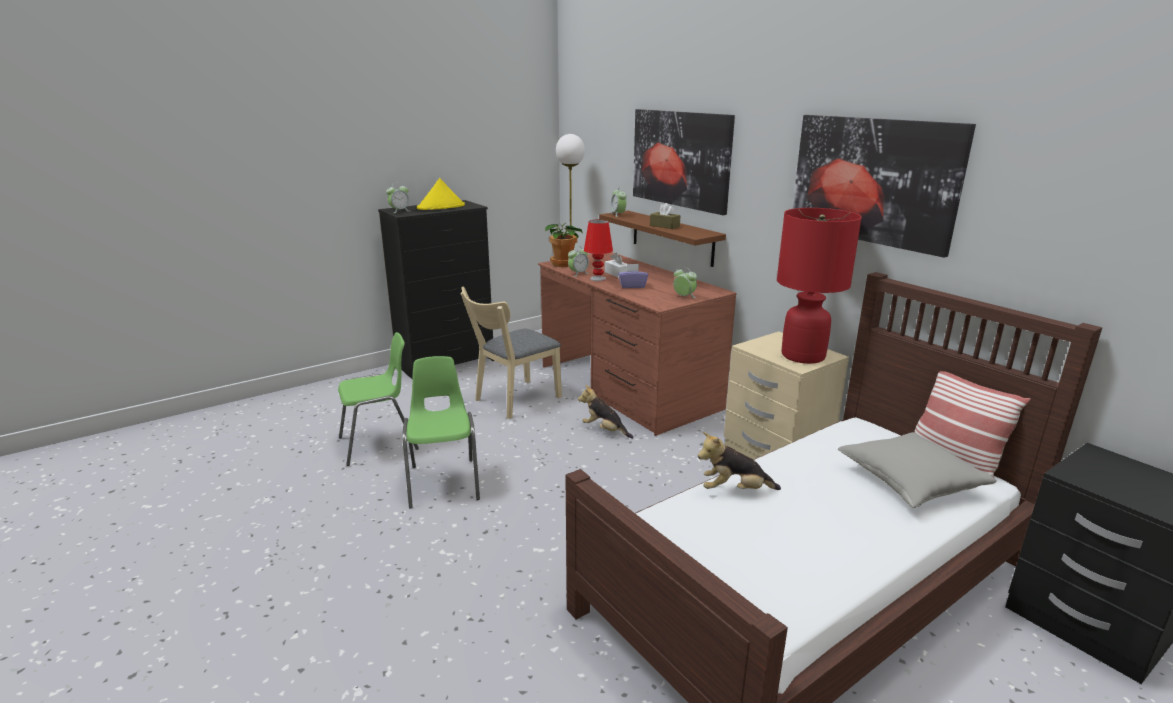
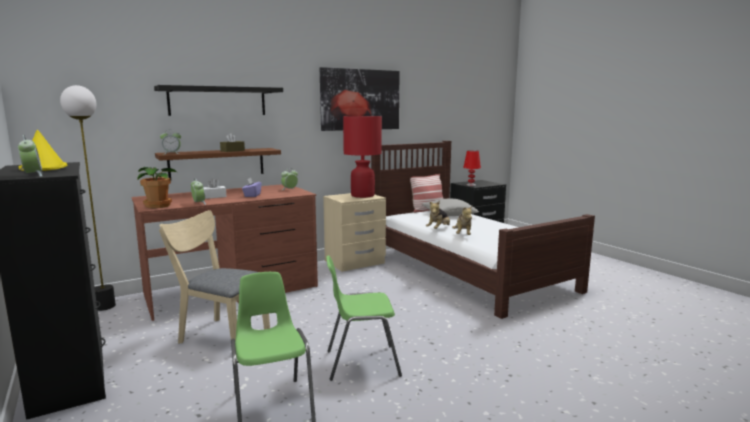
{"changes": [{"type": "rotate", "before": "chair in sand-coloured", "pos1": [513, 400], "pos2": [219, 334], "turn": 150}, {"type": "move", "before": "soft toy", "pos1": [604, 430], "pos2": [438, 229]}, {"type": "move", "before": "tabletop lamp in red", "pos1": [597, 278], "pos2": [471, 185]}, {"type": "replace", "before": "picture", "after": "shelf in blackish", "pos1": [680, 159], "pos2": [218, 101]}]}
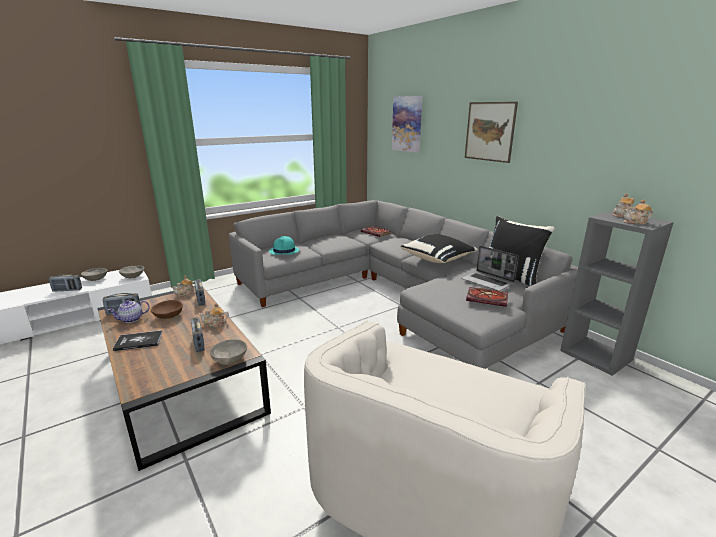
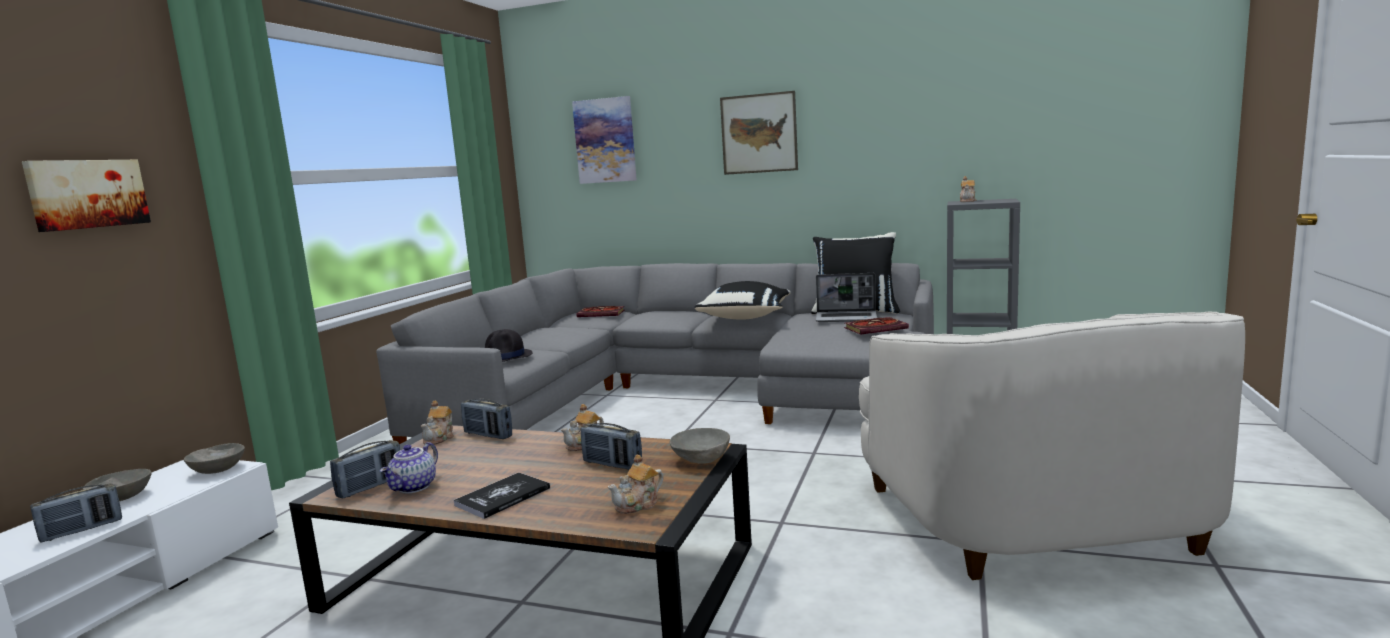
{"changes": [{"type": "delete", "before": "bowl in brown", "pos1": [169, 316]}, {"type": "recolor", "before": "wearable hat in turquoise", "after": "wearable hat in blackish", "pos1": [284, 251], "pos2": [505, 357]}, {"type": "move", "before": "tea pot", "pos1": [635, 222], "pos2": [638, 504]}, {"type": "insert", "after": "picture", "pos2": [87, 194]}]}
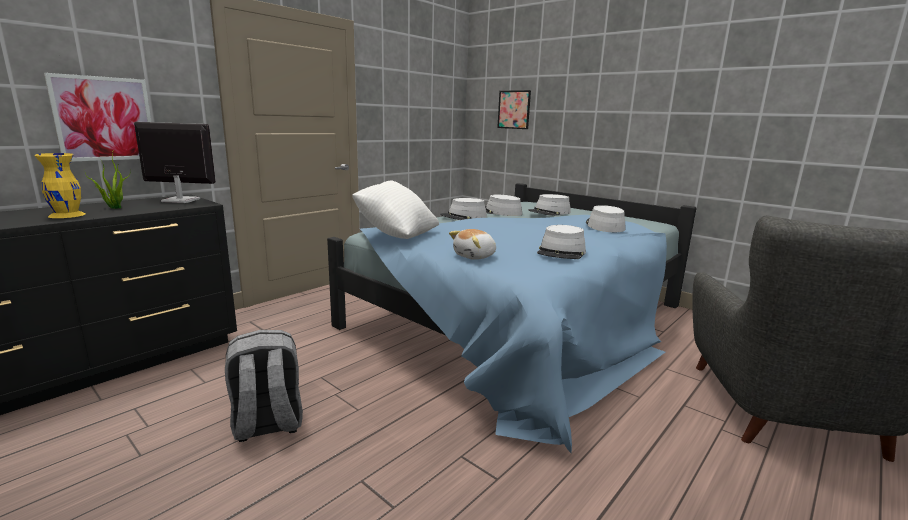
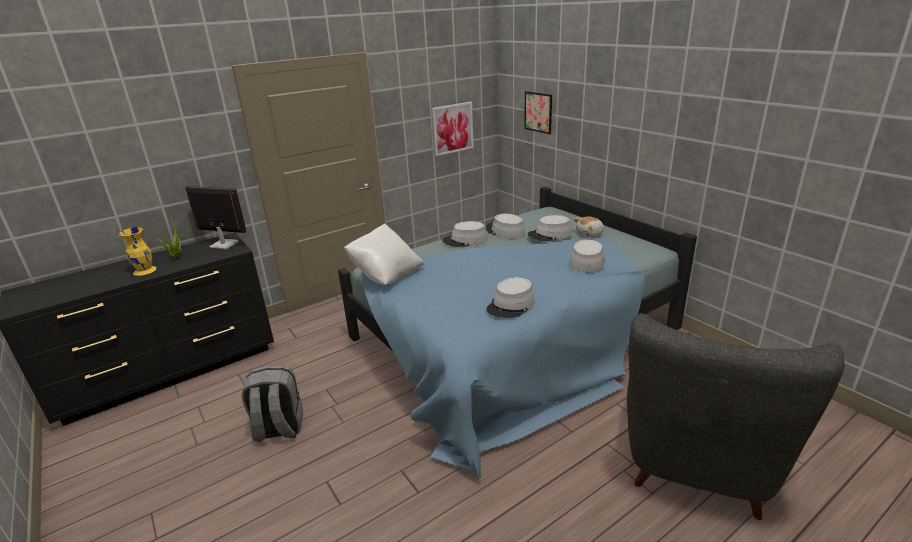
{"changes": [{"type": "move", "before": "picture", "pos1": [104, 119], "pos2": [452, 128]}, {"type": "move", "before": "soft toy", "pos1": [475, 256], "pos2": [590, 234]}]}
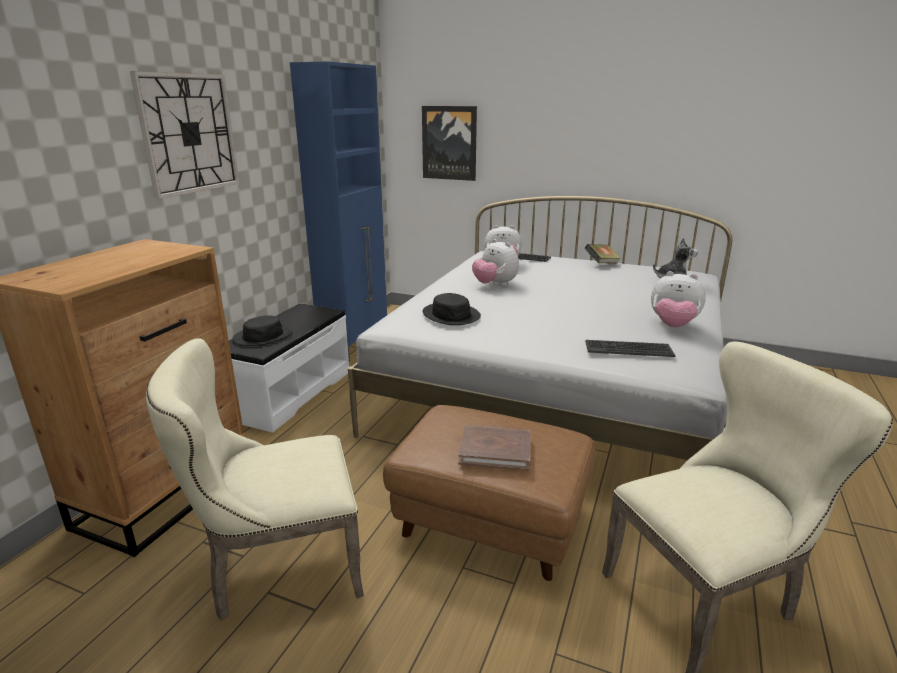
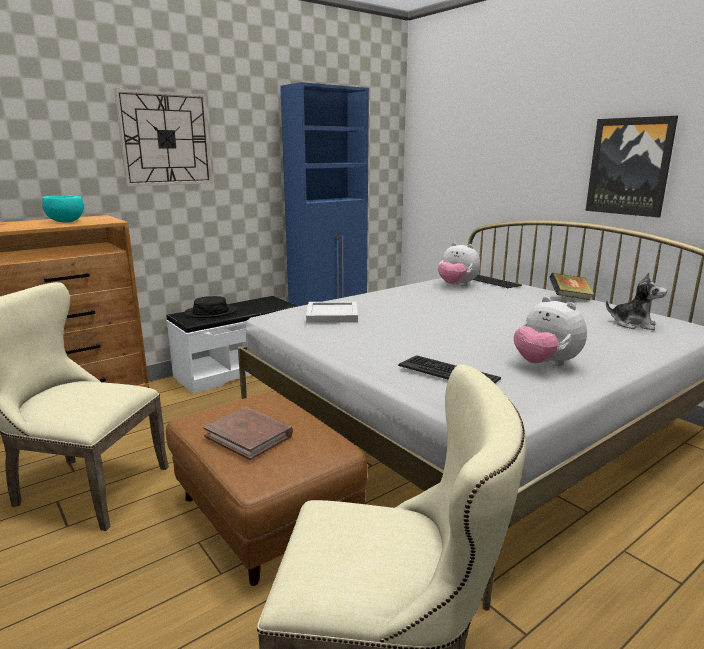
{"changes": [{"type": "move", "before": "picture", "pos1": [449, 143], "pos2": [629, 166]}, {"type": "replace", "before": "wearable hat in blackish", "after": "serving tray in white-coloured", "pos1": [451, 315], "pos2": [333, 314]}, {"type": "delete", "before": "soft toy", "pos1": [495, 285]}, {"type": "insert", "after": "bowl in turquoise", "pos2": [66, 222]}]}
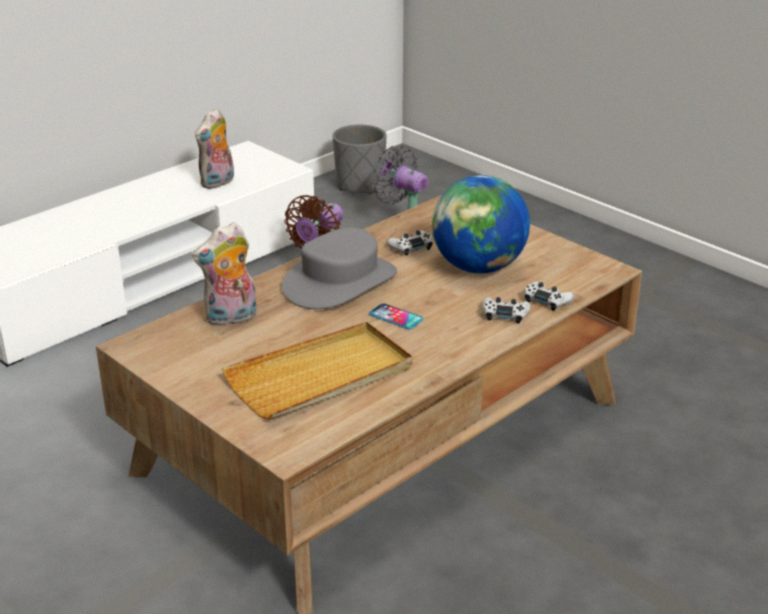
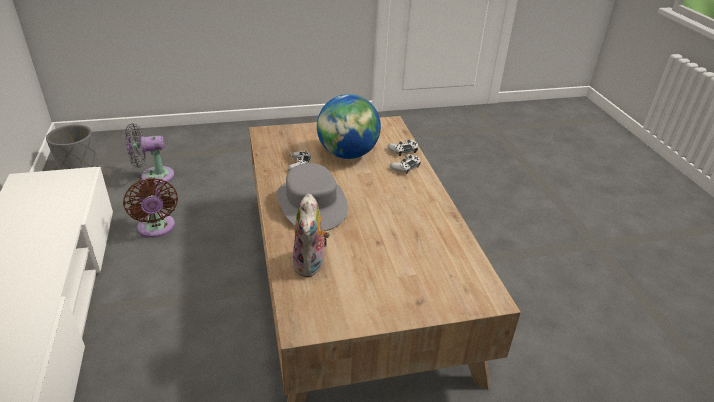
{"changes": [{"type": "delete", "before": "soft toy", "pos1": [218, 183]}, {"type": "delete", "before": "serving tray in sand-coloured", "pos1": [321, 376]}, {"type": "delete", "before": "phone", "pos1": [395, 317]}]}
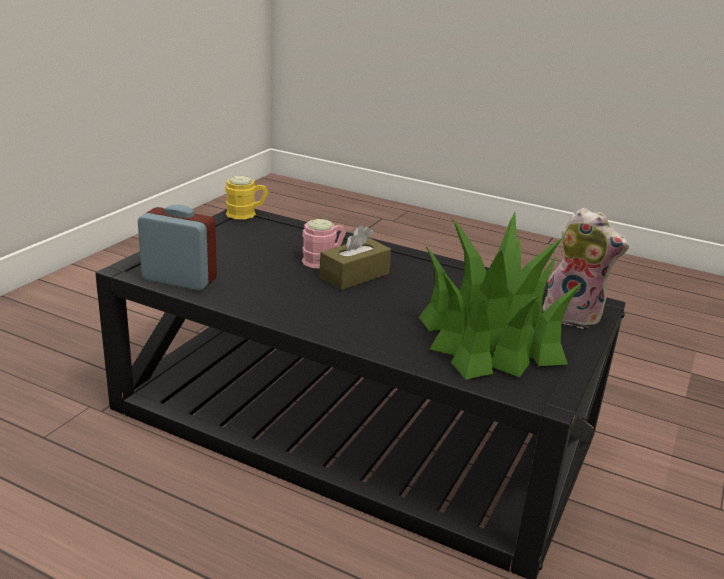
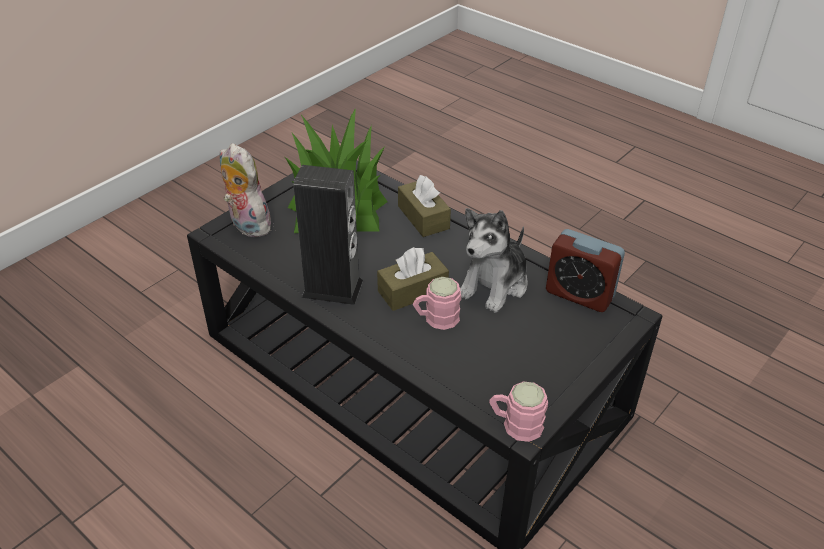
{"changes": [{"type": "recolor", "before": "coffee mug in yellowish", "after": "coffee mug in pinkish", "pos1": [247, 214], "pos2": [515, 424]}, {"type": "insert", "after": "audio speaker", "pos2": [332, 288]}, {"type": "insert", "after": "tissue box in brown", "pos2": [423, 217]}, {"type": "insert", "after": "soft toy", "pos2": [494, 285]}]}
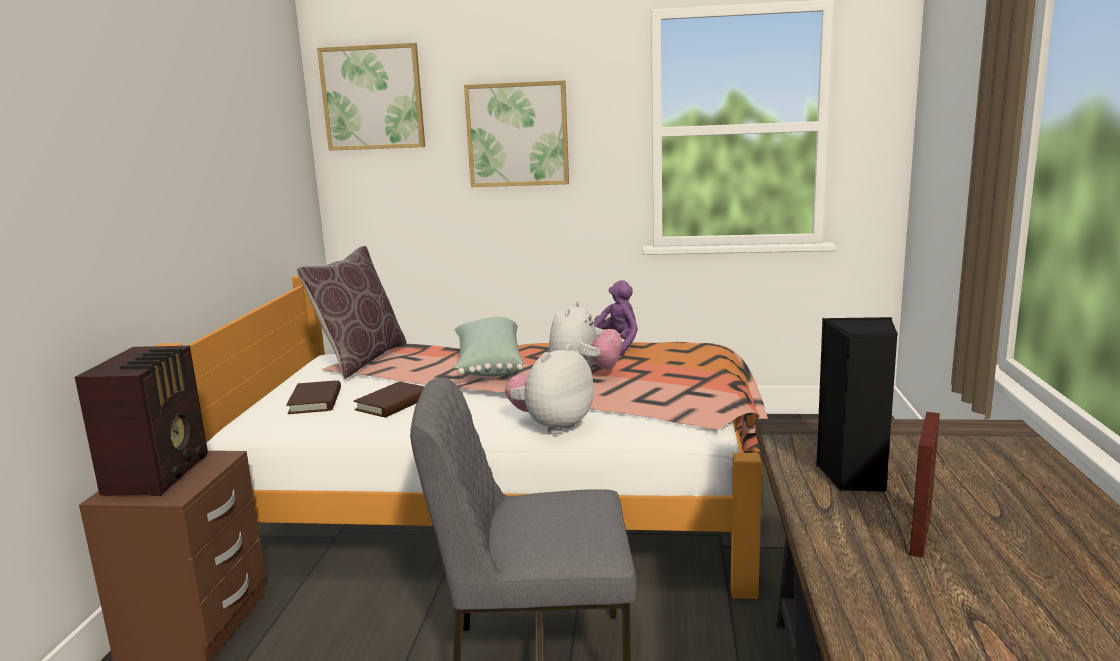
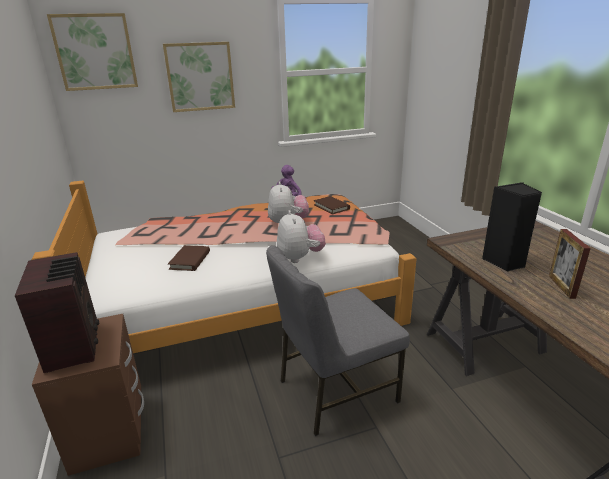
{"changes": [{"type": "move", "before": "volume in brown", "pos1": [315, 401], "pos2": [331, 207]}, {"type": "delete", "before": "throw pillow in brown", "pos1": [361, 359]}, {"type": "delete", "before": "throw pillow in greenish", "pos1": [488, 364]}, {"type": "rotate", "before": "soft toy", "pos1": [552, 426], "pos2": [300, 257], "turn": 150}]}
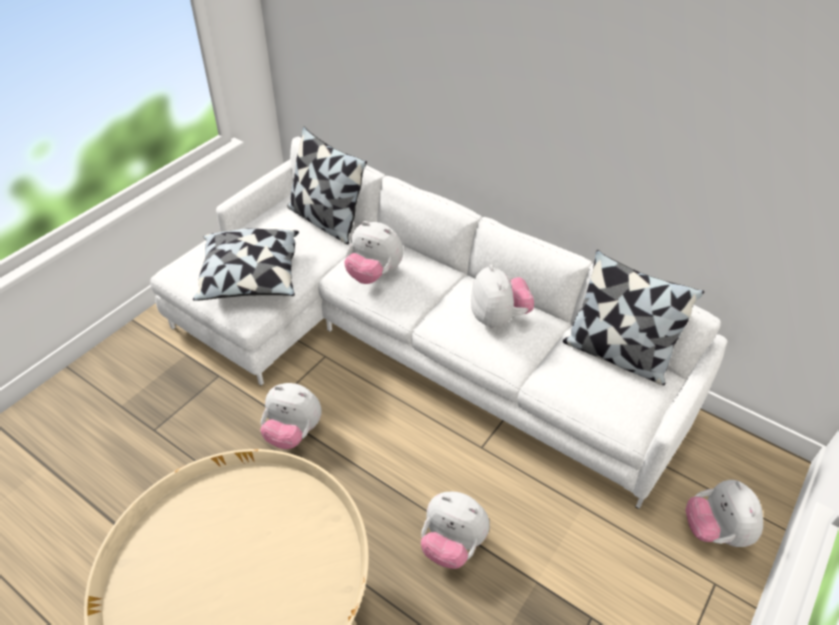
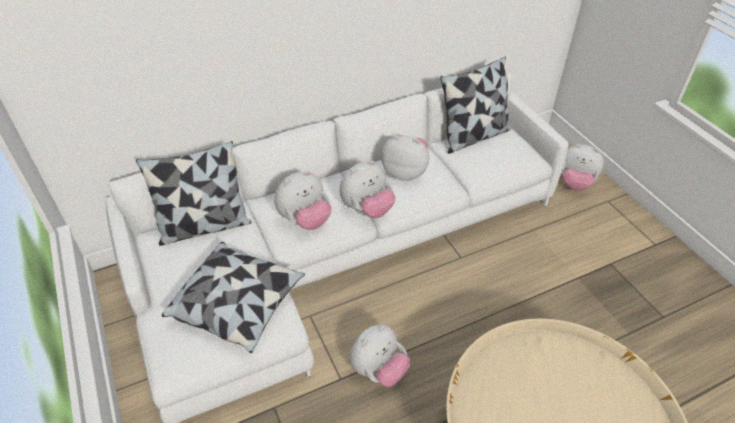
{"changes": [{"type": "move", "before": "soft toy", "pos1": [452, 544], "pos2": [367, 209]}]}
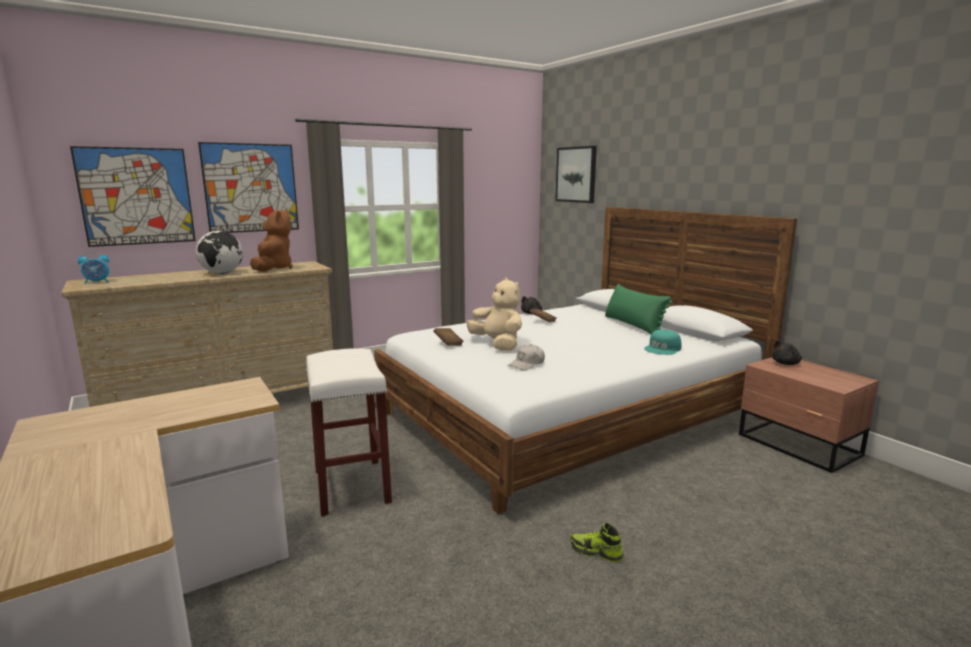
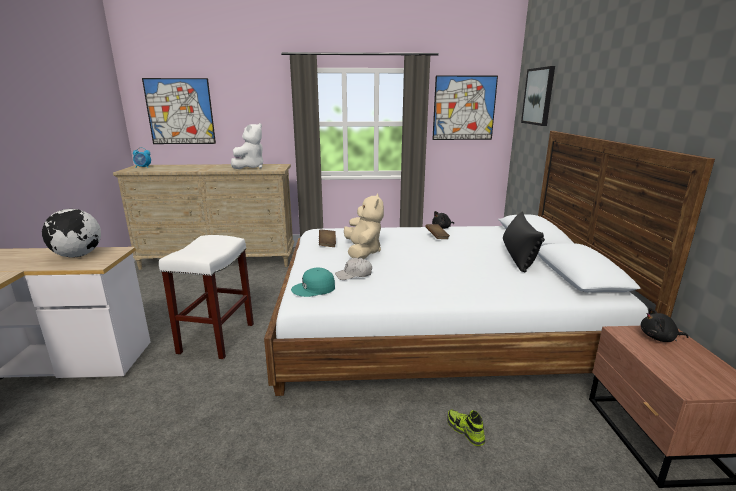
{"changes": [{"type": "move", "before": "desk globe", "pos1": [222, 273], "pos2": [78, 256]}, {"type": "move", "before": "picture", "pos1": [251, 188], "pos2": [464, 108]}, {"type": "recolor", "before": "soft toy in brown", "after": "soft toy in white-coloured", "pos1": [273, 269], "pos2": [250, 167]}, {"type": "move", "before": "shoe", "pos1": [596, 552], "pos2": [465, 431]}, {"type": "recolor", "before": "throw pillow in greenish", "after": "throw pillow in blackish", "pos1": [633, 325], "pos2": [518, 256]}, {"type": "move", "before": "baseball cap in turquoise", "pos1": [663, 349], "pos2": [314, 288]}]}
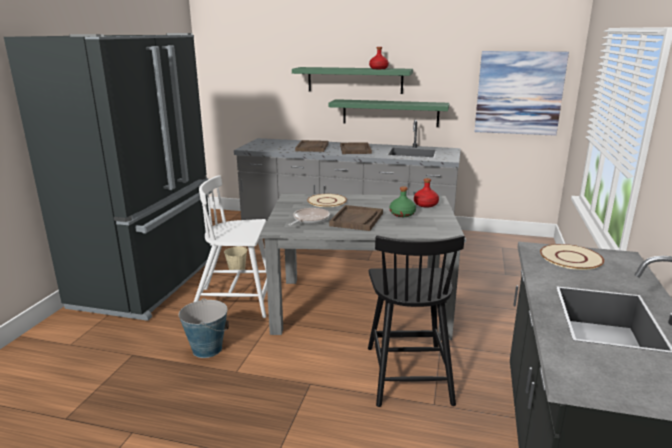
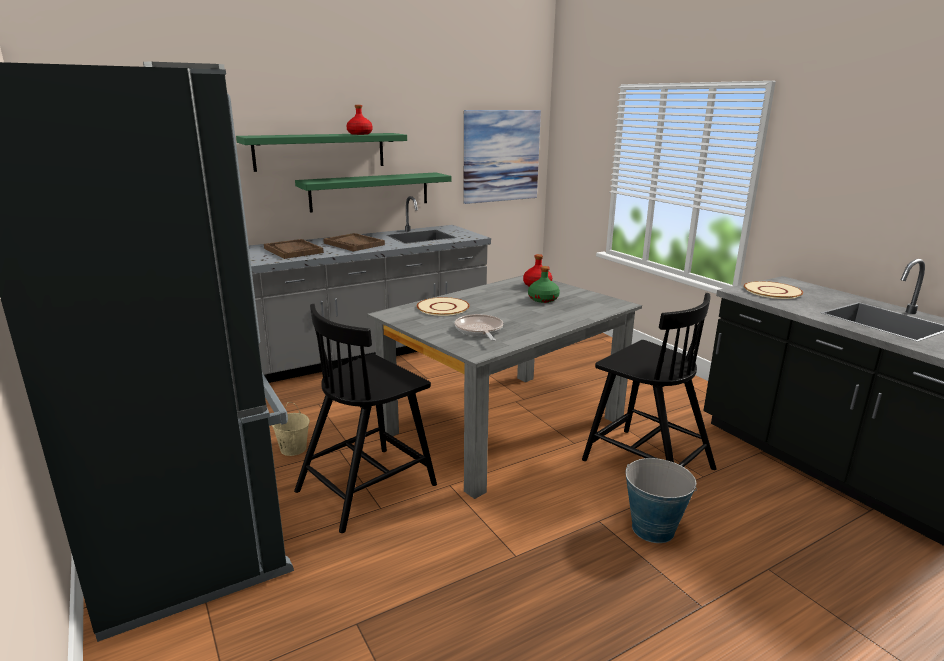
{"changes": [{"type": "move", "before": "bucket", "pos1": [207, 349], "pos2": [652, 529]}, {"type": "recolor", "before": "chair in white-coloured", "after": "chair in blackish", "pos1": [235, 302], "pos2": [368, 486]}, {"type": "delete", "before": "serving tray in brown", "pos1": [357, 219]}]}
